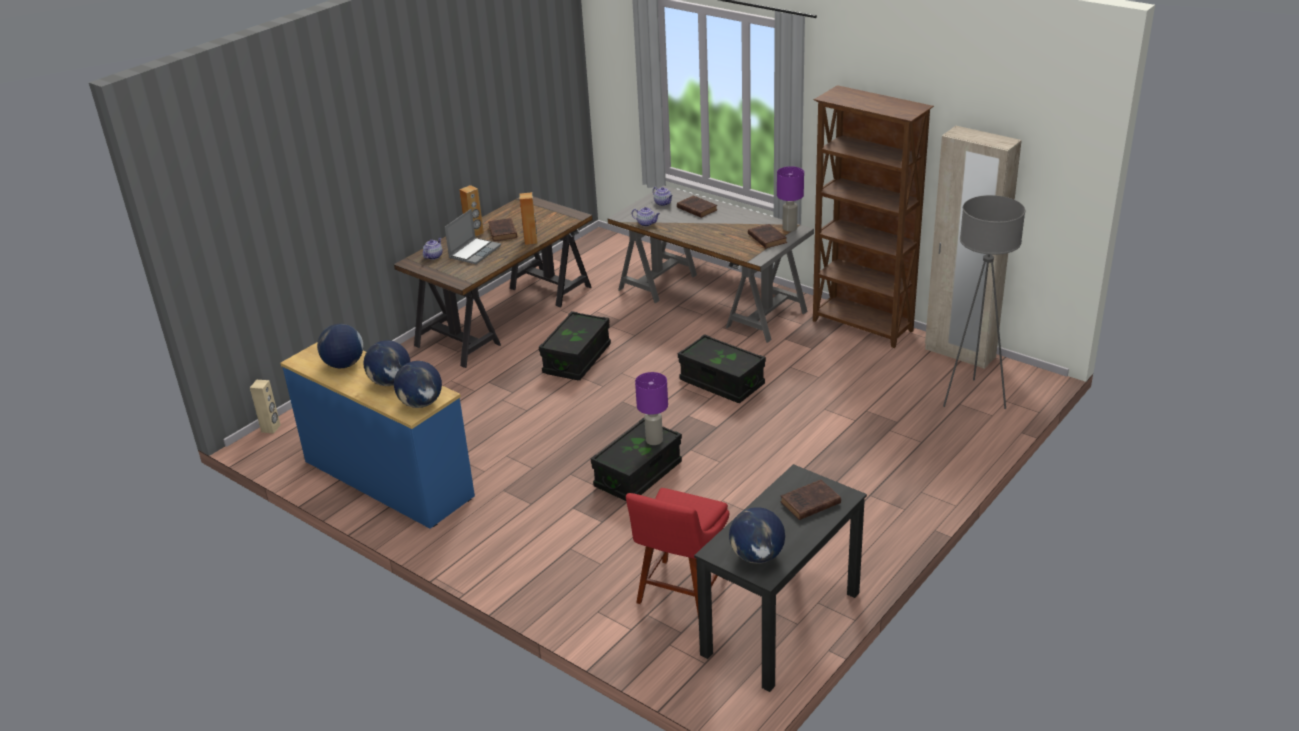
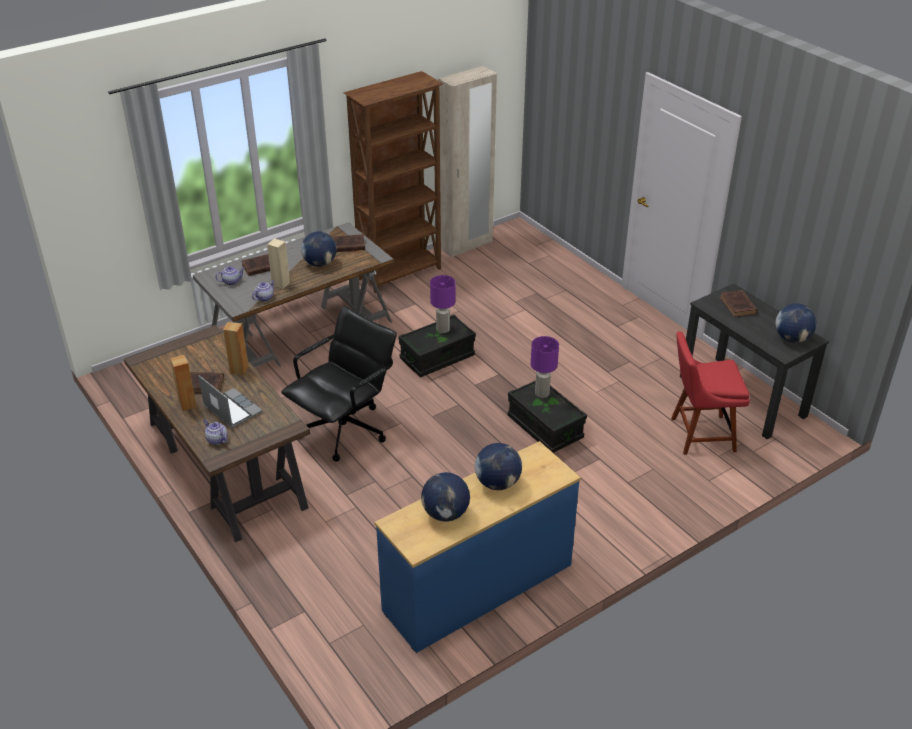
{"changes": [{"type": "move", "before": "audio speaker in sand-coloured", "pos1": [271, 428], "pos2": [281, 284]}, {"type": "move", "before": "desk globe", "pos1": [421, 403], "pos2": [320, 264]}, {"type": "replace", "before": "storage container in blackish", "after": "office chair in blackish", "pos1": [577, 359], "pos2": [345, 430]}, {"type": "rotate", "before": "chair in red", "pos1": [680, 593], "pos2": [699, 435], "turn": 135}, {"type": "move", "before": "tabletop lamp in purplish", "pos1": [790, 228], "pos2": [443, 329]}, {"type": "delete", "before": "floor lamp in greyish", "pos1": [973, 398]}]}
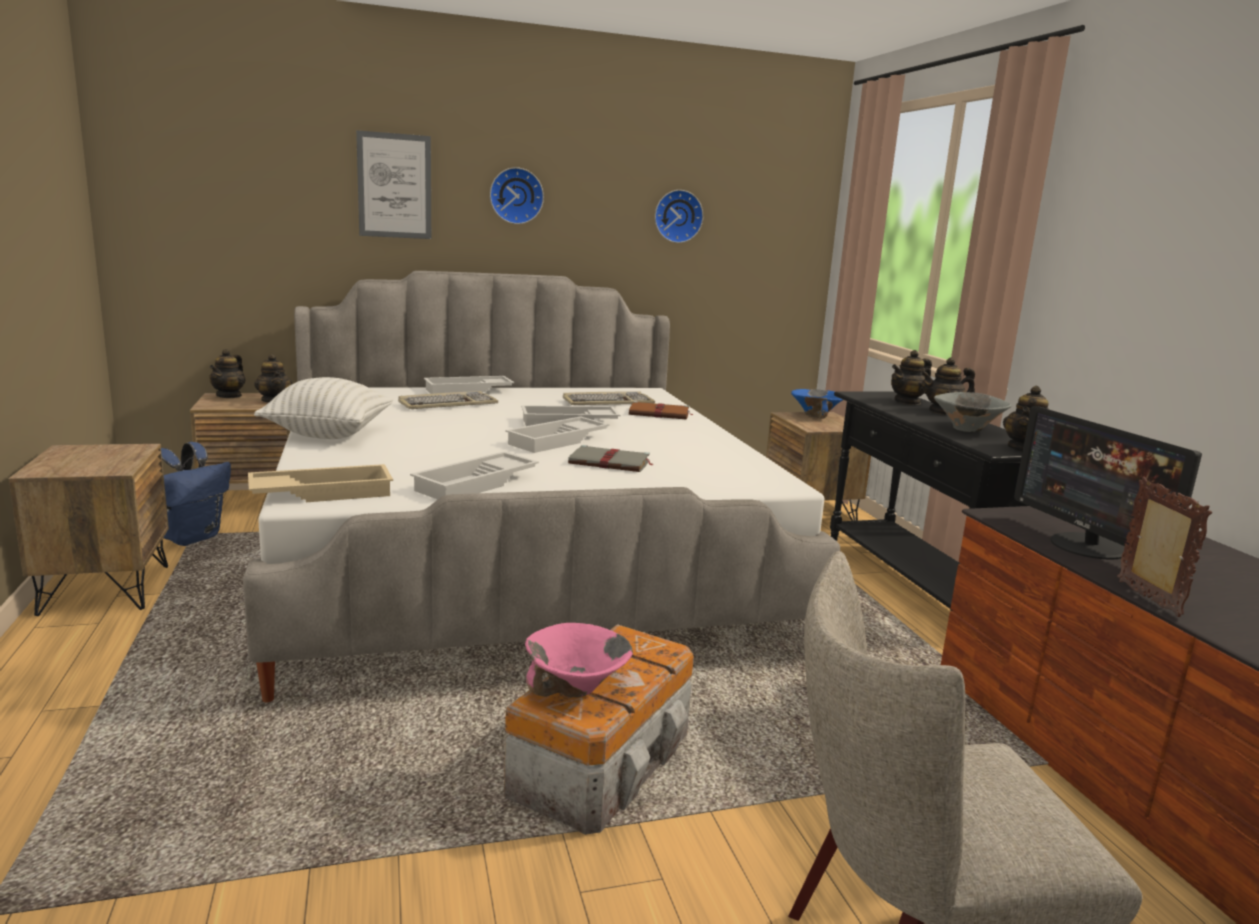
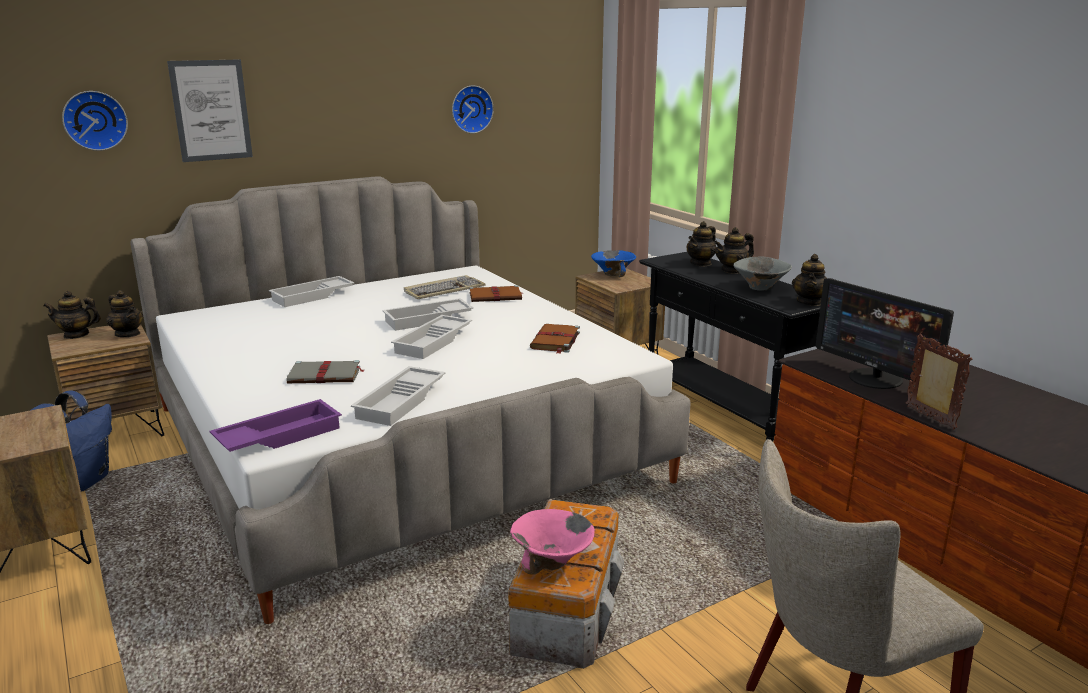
{"changes": [{"type": "rotate", "before": "tea pot", "pos1": [229, 396], "pos2": [76, 335], "turn": 90}, {"type": "recolor", "before": "serving tray in sand-coloured", "after": "serving tray in purplish", "pos1": [322, 492], "pos2": [279, 435]}, {"type": "delete", "before": "throw pillow in white-coloured", "pos1": [328, 434]}, {"type": "delete", "before": "PC keyboard", "pos1": [448, 404]}, {"type": "move", "before": "clock on the wall", "pos1": [516, 196], "pos2": [95, 120]}, {"type": "move", "before": "volume in greyish", "pos1": [611, 463], "pos2": [326, 375]}, {"type": "insert", "after": "volume in brown", "pos2": [555, 341]}]}
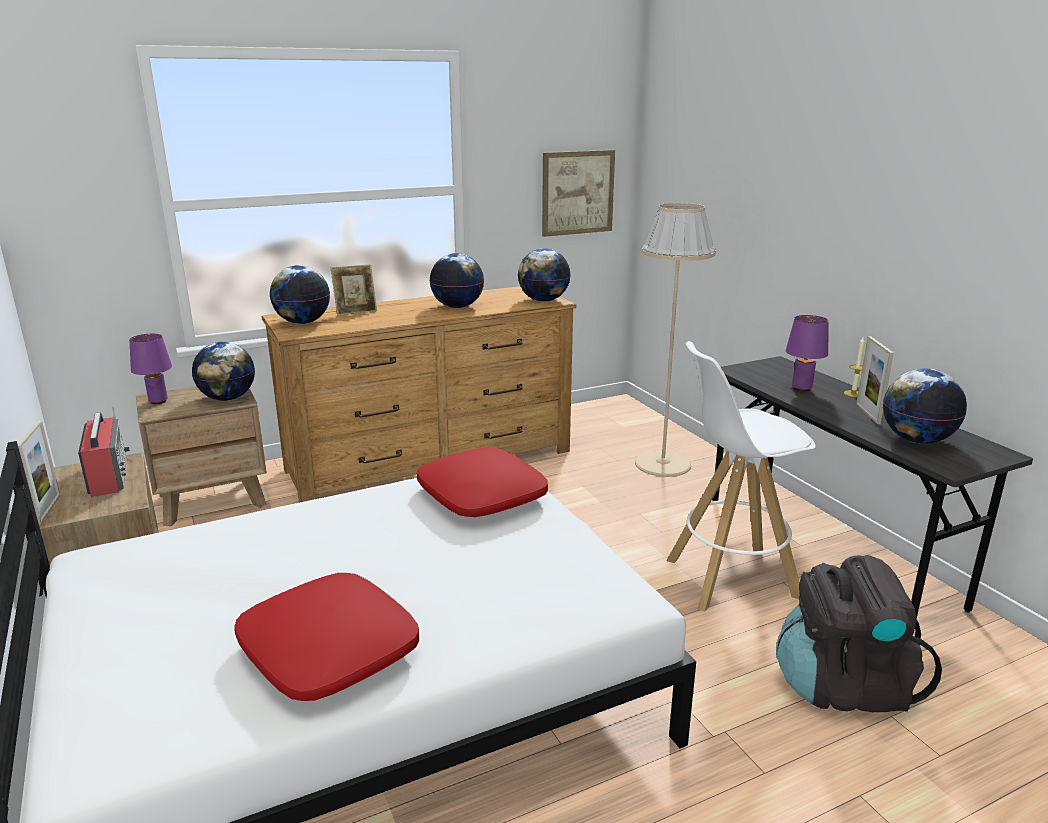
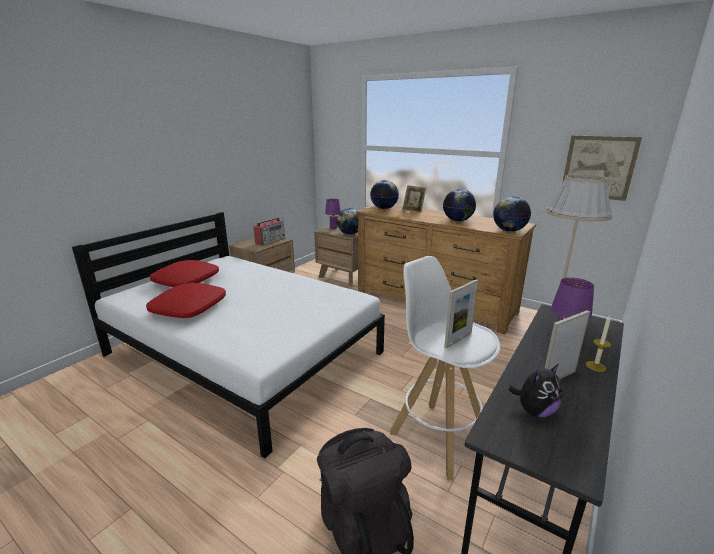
{"changes": [{"type": "move", "before": "picture frame", "pos1": [49, 509], "pos2": [458, 340]}, {"type": "move", "before": "throw pillow in red", "pos1": [481, 496], "pos2": [186, 280]}, {"type": "replace", "before": "desk globe", "after": "soft toy", "pos1": [916, 440], "pos2": [534, 411]}]}
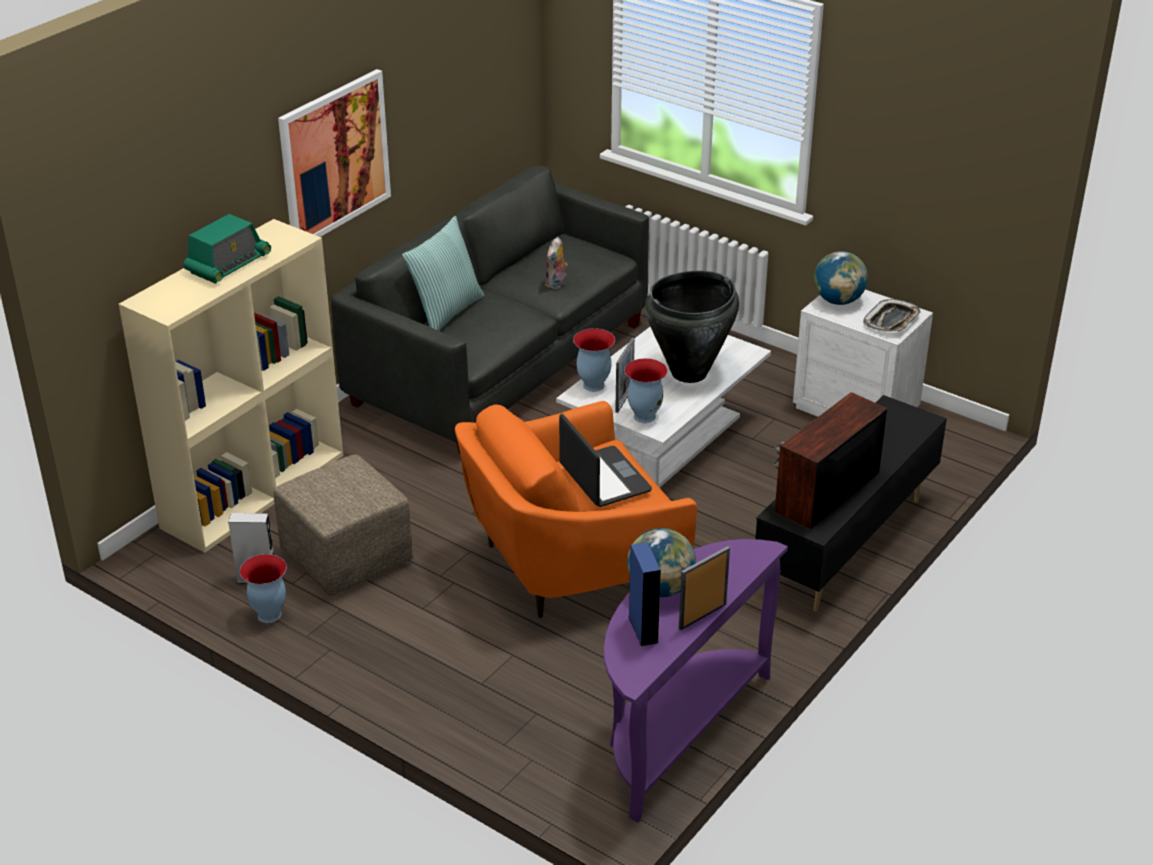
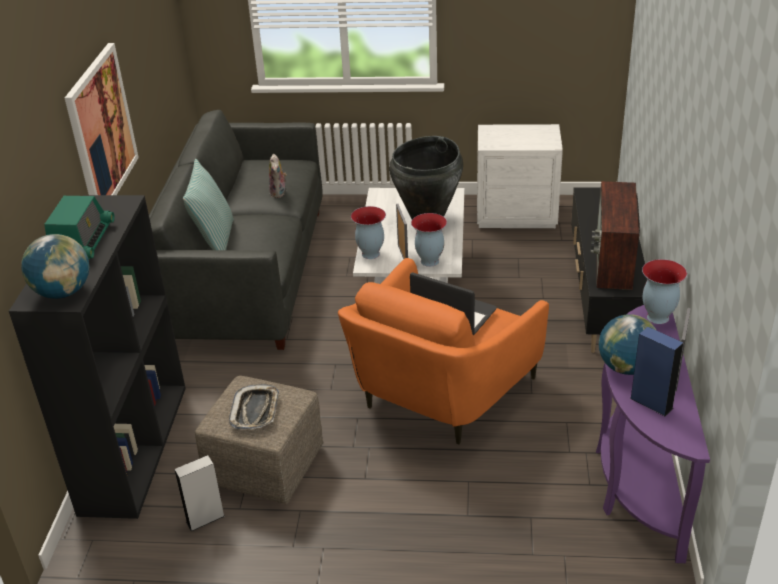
{"changes": [{"type": "recolor", "before": "bookcase in sand-coloured", "after": "bookcase in blackish", "pos1": [253, 489], "pos2": [133, 447]}, {"type": "move", "before": "vase", "pos1": [268, 614], "pos2": [657, 317]}, {"type": "move", "before": "desk globe", "pos1": [838, 300], "pos2": [63, 292]}, {"type": "move", "before": "serving tray", "pos1": [891, 321], "pos2": [255, 411]}]}
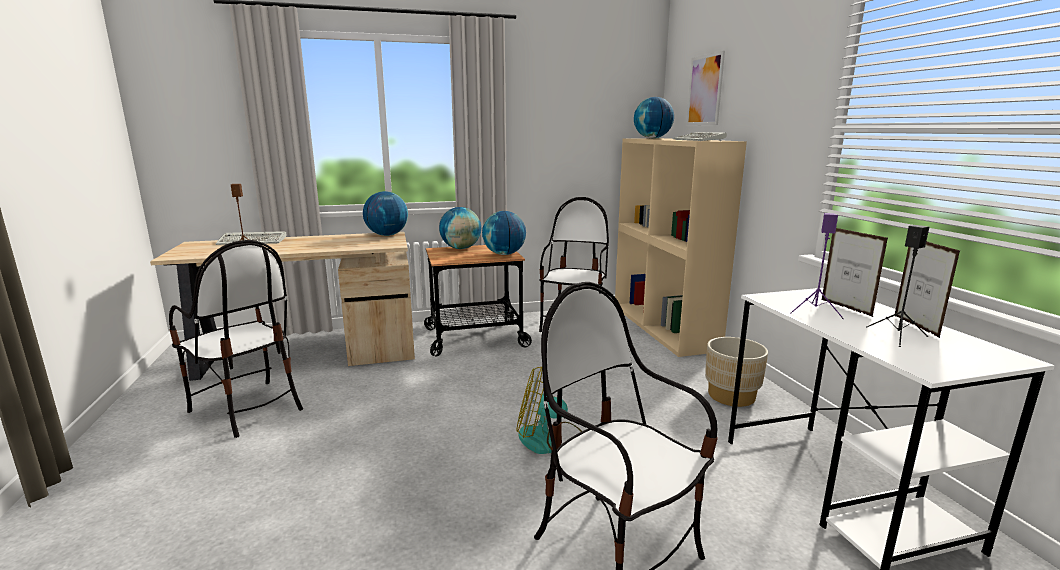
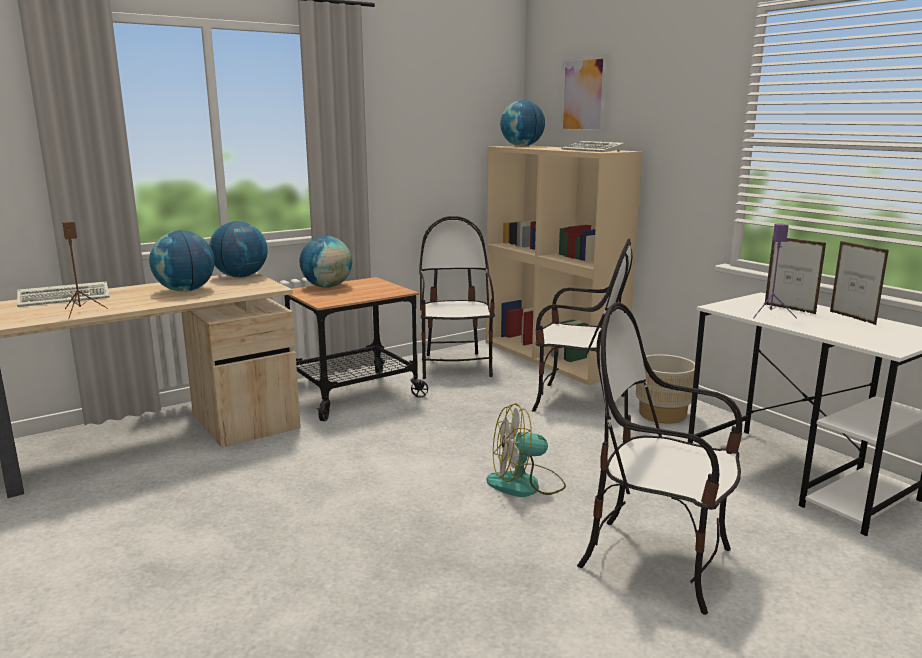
{"changes": [{"type": "move", "before": "chair", "pos1": [247, 409], "pos2": [577, 402]}, {"type": "move", "before": "desk globe", "pos1": [504, 254], "pos2": [185, 290]}, {"type": "delete", "before": "audio speaker in blackish", "pos1": [897, 336]}]}
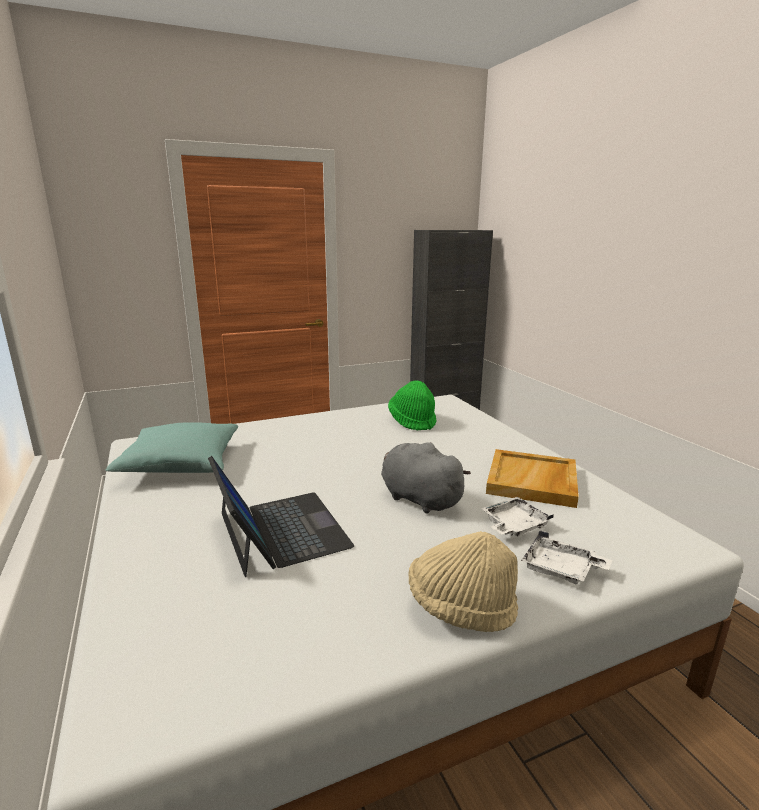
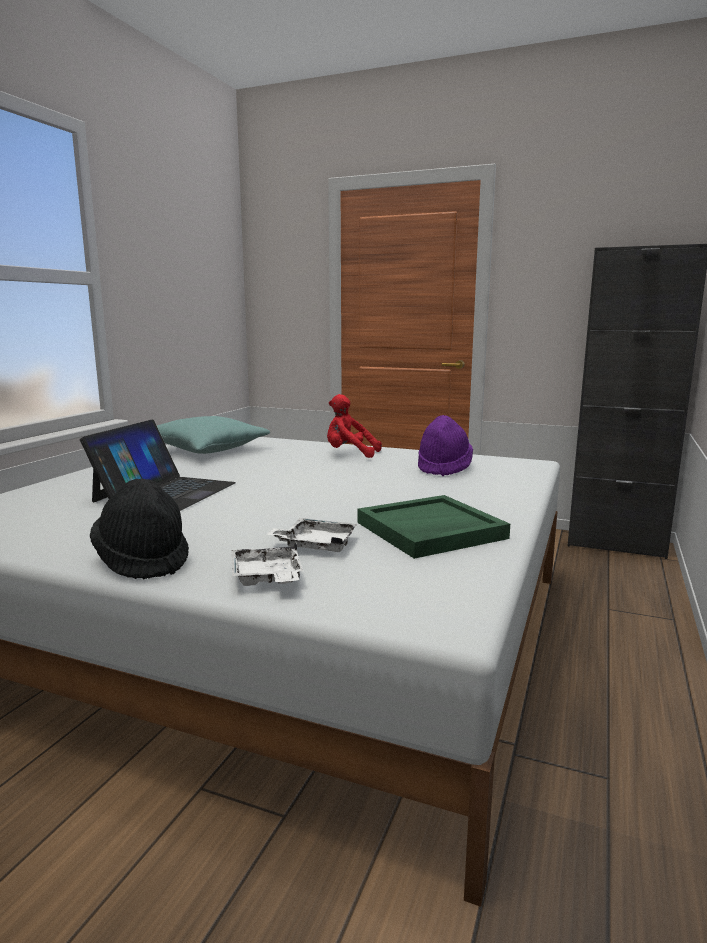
{"changes": [{"type": "delete", "before": "soft toy in greyish", "pos1": [418, 498]}, {"type": "recolor", "before": "wearable hat in greenish", "after": "wearable hat in purplish", "pos1": [412, 421], "pos2": [444, 468]}, {"type": "recolor", "before": "wearable hat in sand-coloured", "after": "wearable hat in blackish", "pos1": [461, 608], "pos2": [143, 560]}, {"type": "recolor", "before": "serving tray in sand-coloured", "after": "serving tray in greenish", "pos1": [532, 481], "pos2": [430, 531]}, {"type": "insert", "after": "soft toy in red", "pos2": [349, 454]}]}
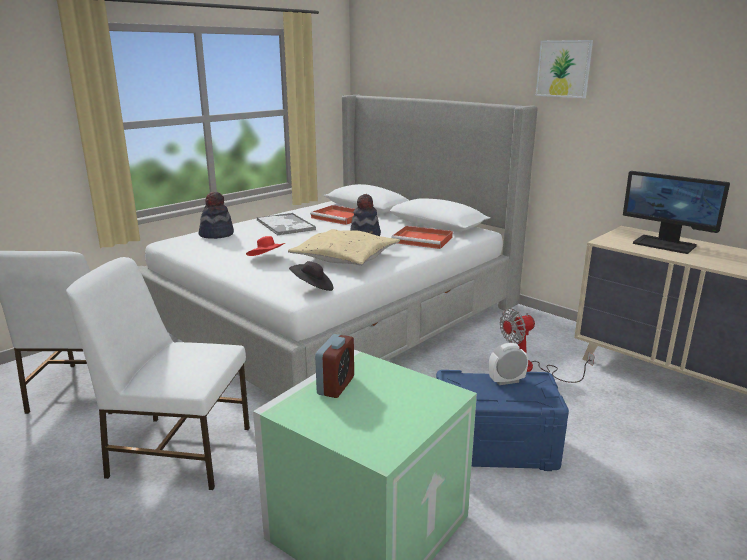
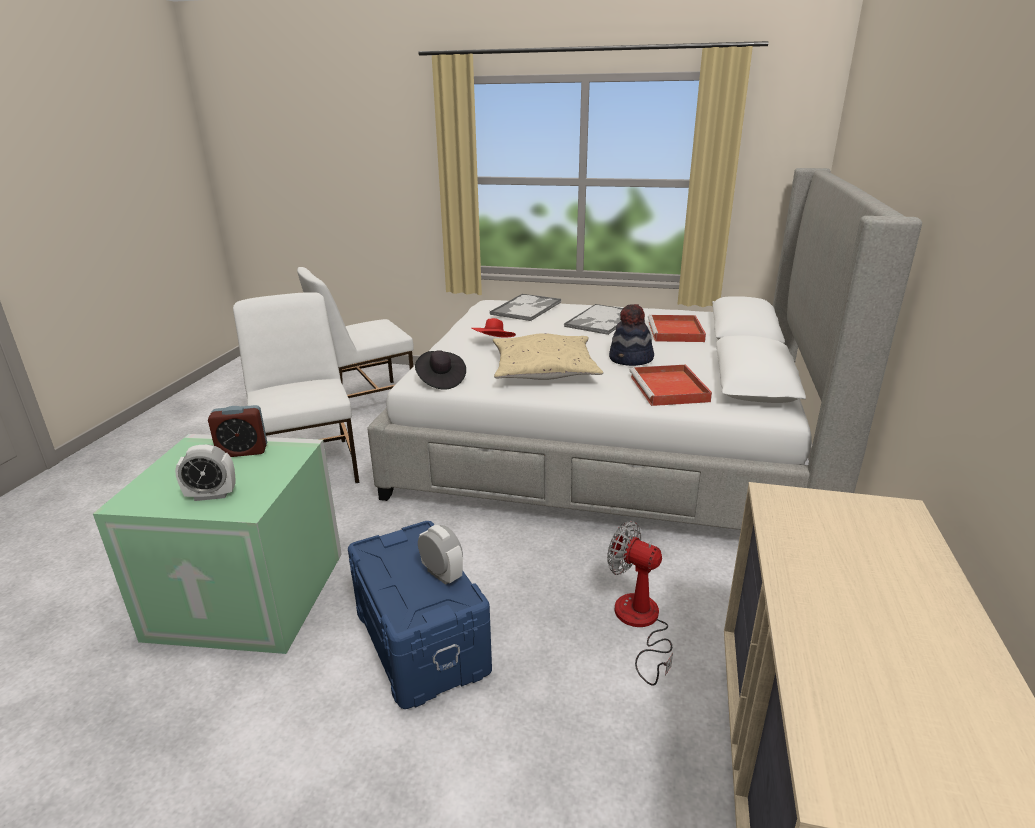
{"changes": [{"type": "replace", "before": "wearable hat", "after": "serving tray", "pos1": [216, 234], "pos2": [526, 308]}, {"type": "delete", "before": "picture", "pos1": [563, 69]}, {"type": "delete", "before": "computer display", "pos1": [665, 244]}, {"type": "insert", "after": "table clock", "pos2": [211, 495]}]}
